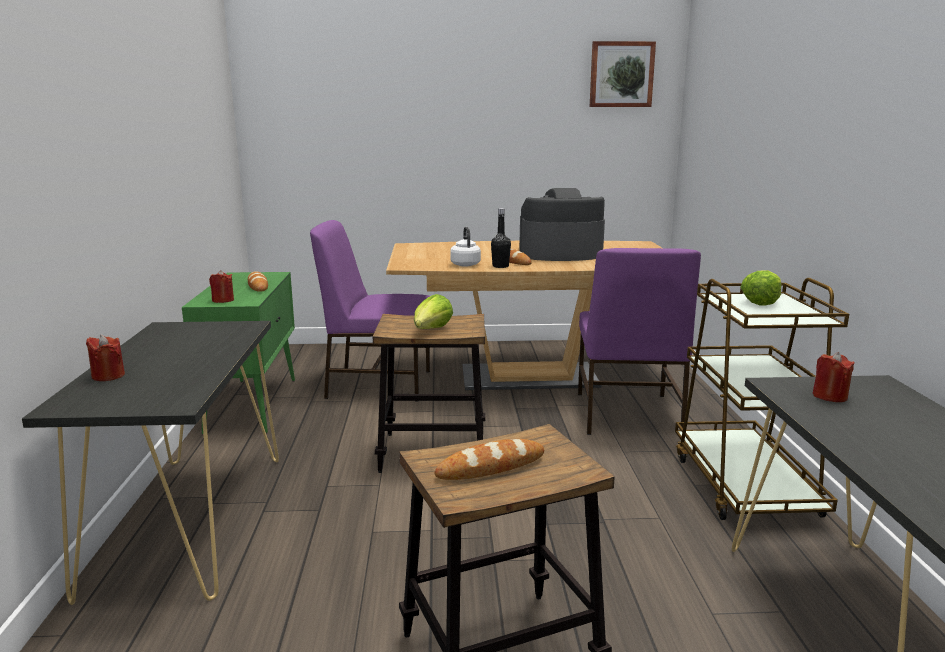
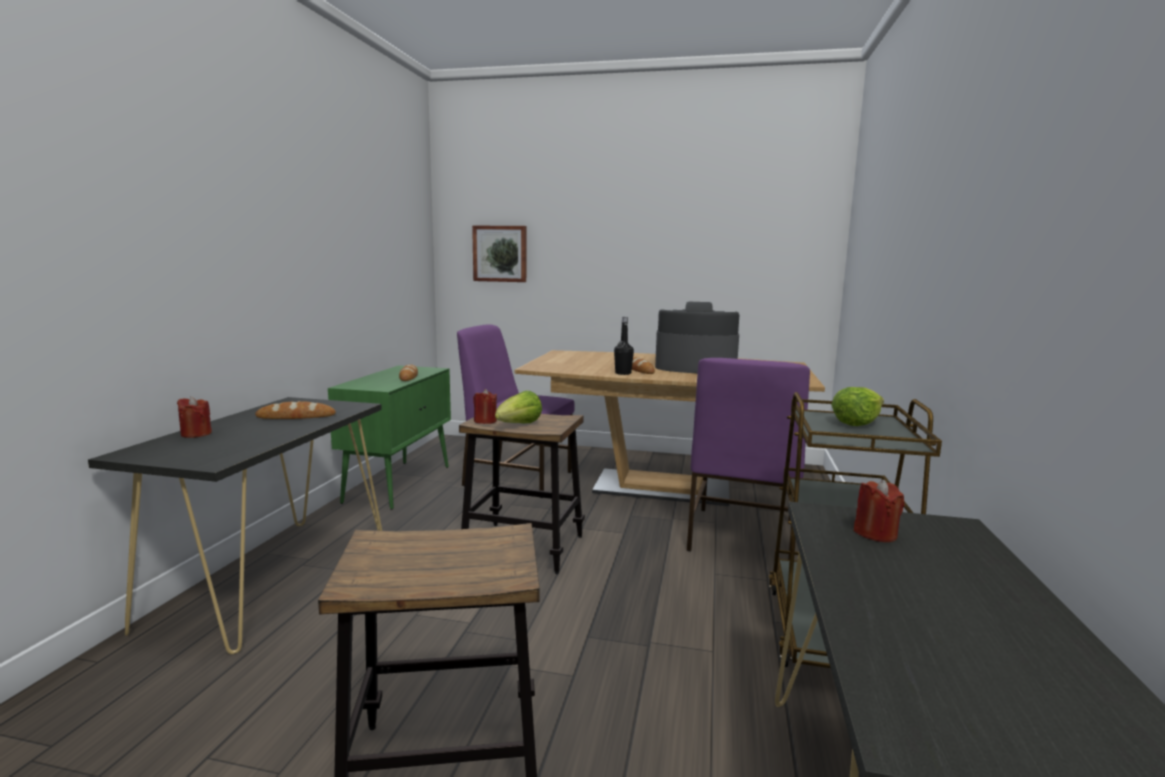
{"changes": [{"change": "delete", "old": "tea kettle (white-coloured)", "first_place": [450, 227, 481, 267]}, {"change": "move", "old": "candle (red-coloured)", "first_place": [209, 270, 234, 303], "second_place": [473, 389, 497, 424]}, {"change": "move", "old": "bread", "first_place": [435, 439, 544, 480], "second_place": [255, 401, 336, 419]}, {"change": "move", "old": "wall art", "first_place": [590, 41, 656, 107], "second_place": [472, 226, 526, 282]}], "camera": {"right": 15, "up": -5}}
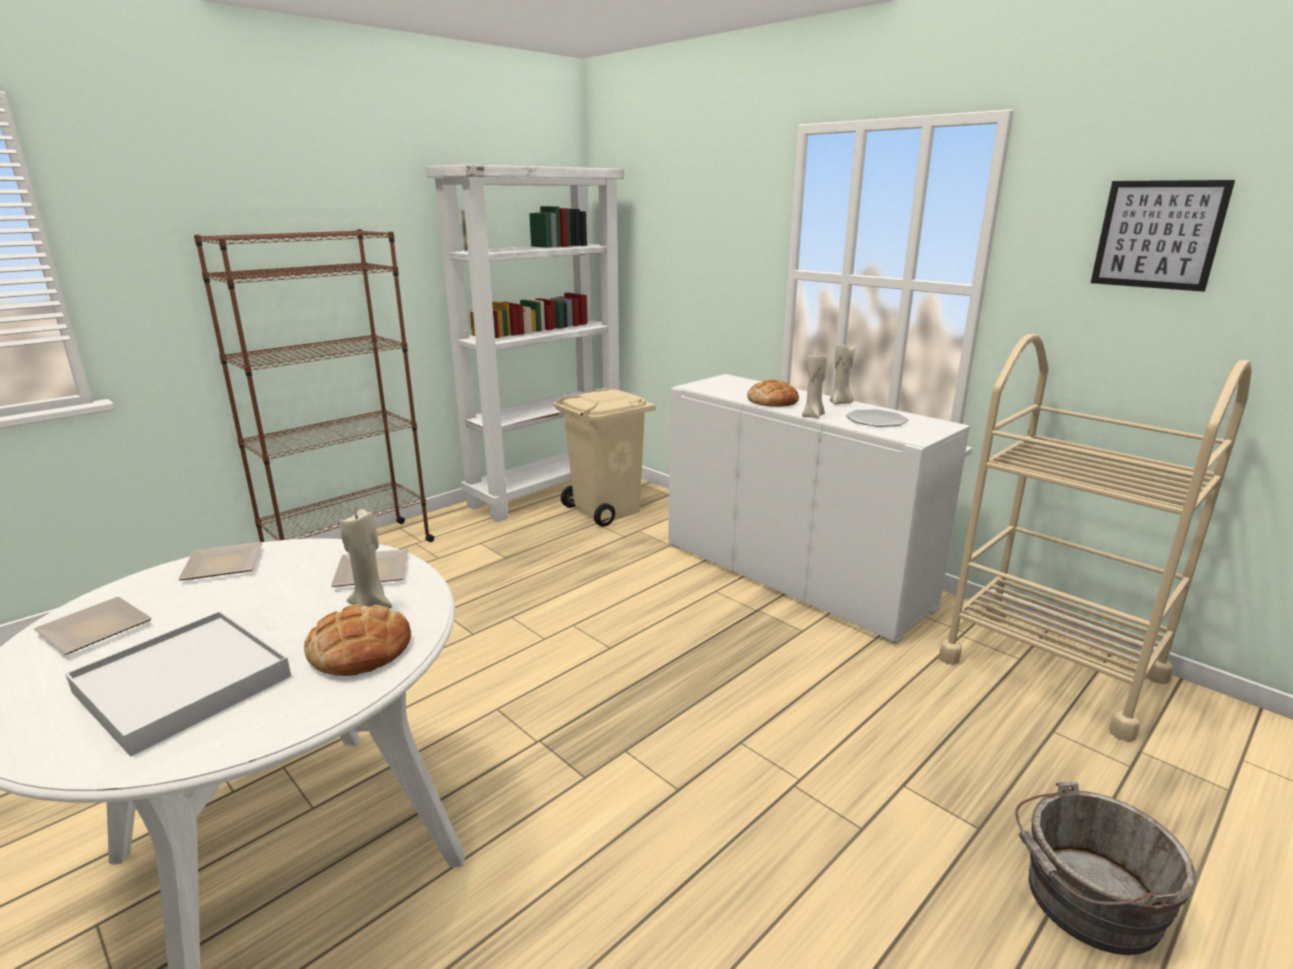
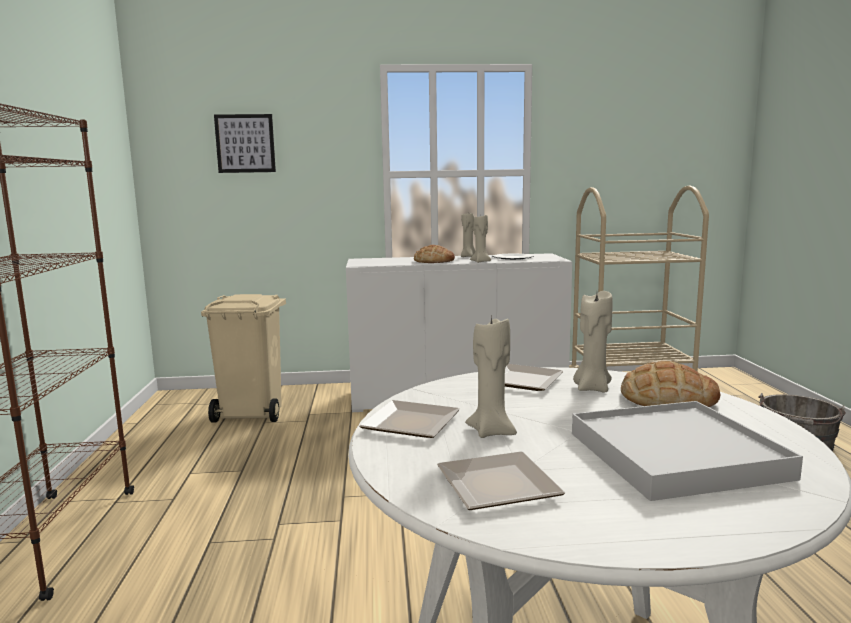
{"changes": [{"change": "delete", "old": "shelving unit (white-coloured)", "first_place": [426, 164, 624, 522]}, {"change": "insert", "new": "candle (beige)", "second_place": [465, 314, 517, 438]}, {"change": "move", "old": "wall art", "first_place": [1091, 180, 1235, 292], "second_place": [214, 114, 276, 173]}], "camera": {"right": -50, "up": -10}}
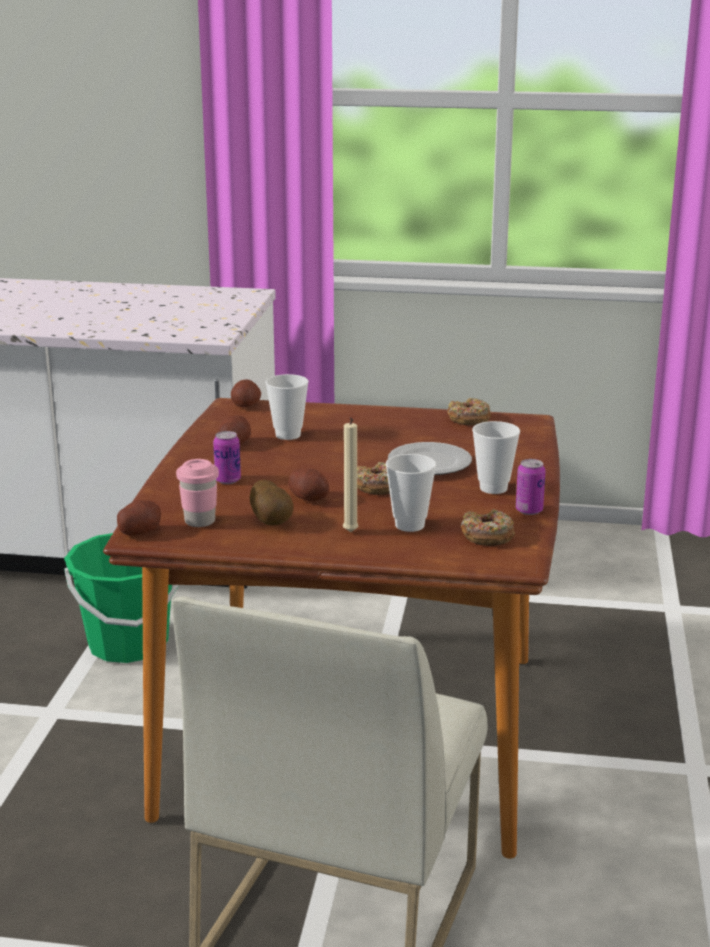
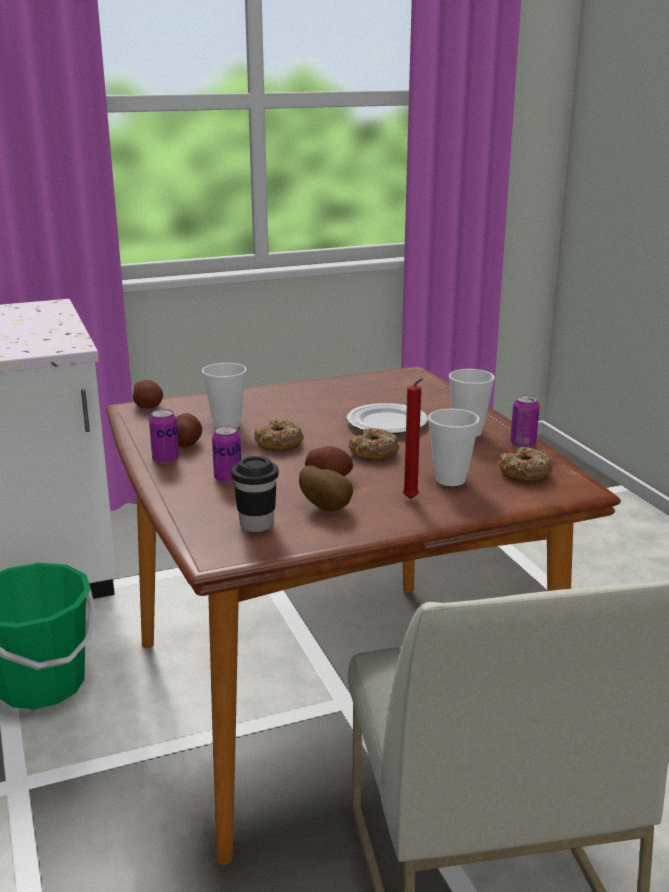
{"changes": [{"change": "delete", "old": "spud", "first_place": [117, 500, 161, 536]}, {"change": "insert", "new": "can", "second_place": [149, 409, 179, 464]}, {"change": "move", "old": "ring doughnut", "first_place": [447, 398, 491, 425], "second_place": [254, 419, 304, 451]}, {"change": "recolor", "old": "small cup (pink-coloured)", "new": "small cup (black-coloured)", "first_place": [176, 459, 219, 527], "second_place": [231, 456, 279, 532]}, {"change": "recolor", "old": "candle (beige)", "new": "candle (red-coloured)", "first_place": [343, 417, 358, 532], "second_place": [403, 378, 423, 499]}], "camera": {"right": -30, "up": 0}}
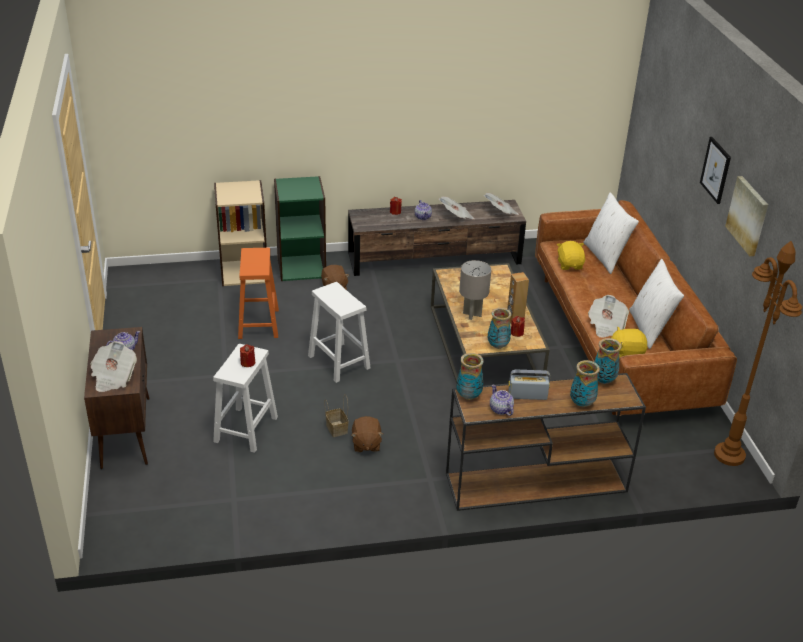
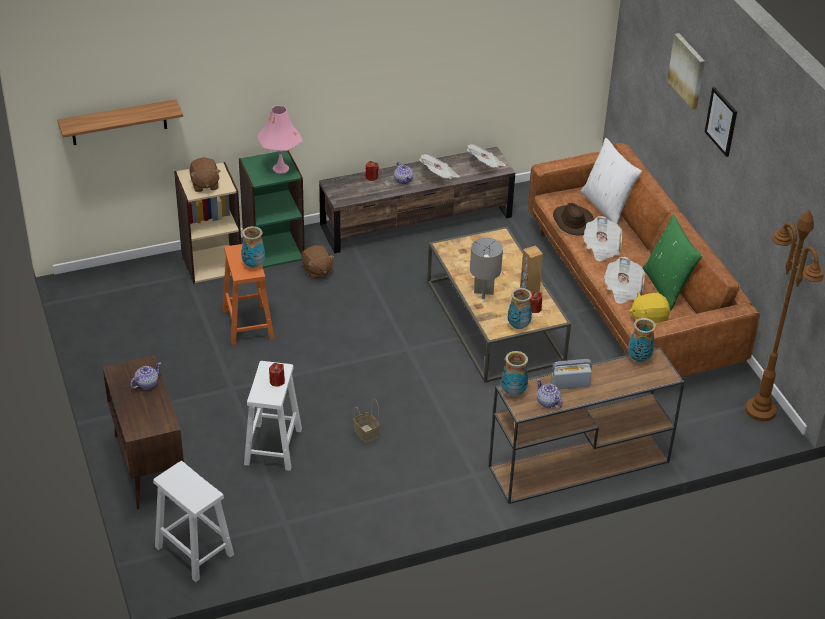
{"changes": [{"change": "insert", "new": "wall shelf", "second_place": [57, 99, 183, 145]}, {"change": "insert", "new": "tabletop lamp (pink-coloured)", "second_place": [257, 106, 302, 174]}, {"change": "move", "old": "daily paper", "first_place": [90, 341, 137, 392], "second_place": [583, 216, 623, 261]}, {"change": "move", "old": "stool (white-coloured)", "first_place": [308, 282, 371, 383], "second_place": [153, 461, 234, 582]}, {"change": "move", "old": "soft toy (brown)", "first_place": [351, 416, 383, 452], "second_place": [190, 158, 221, 192]}, {"change": "move", "old": "decorative vase", "first_place": [570, 360, 600, 407], "second_place": [241, 226, 265, 268]}, {"change": "move", "old": "wall art", "first_place": [725, 176, 768, 256], "second_place": [667, 33, 705, 109]}, {"change": "replace", "old": "soft toy (yellowish)", "new": "clothing hat (brown)", "first_place": [557, 241, 585, 270], "second_place": [553, 203, 594, 235]}, {"change": "recolor", "old": "pillow (white-coloured)", "new": "pillow (greenish)", "first_place": [629, 259, 684, 349], "second_place": [643, 215, 702, 311]}], "camera": {"right": -10, "up": 5}}
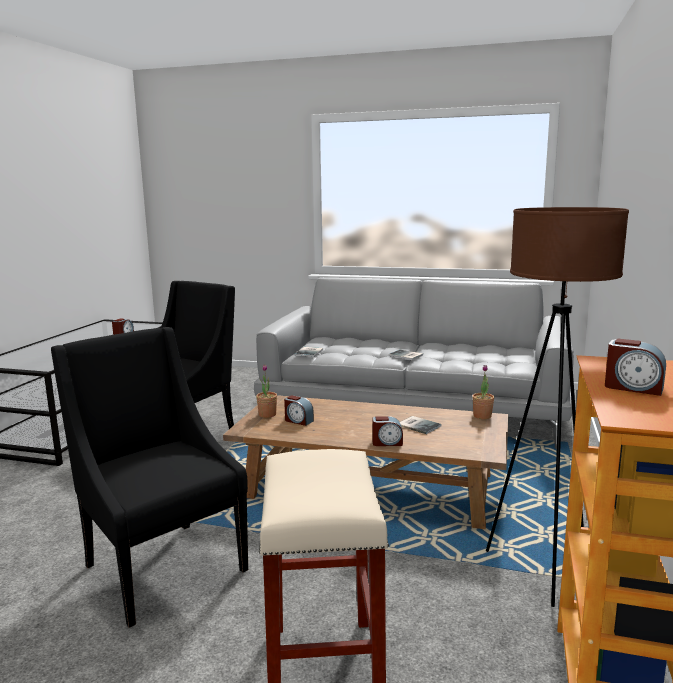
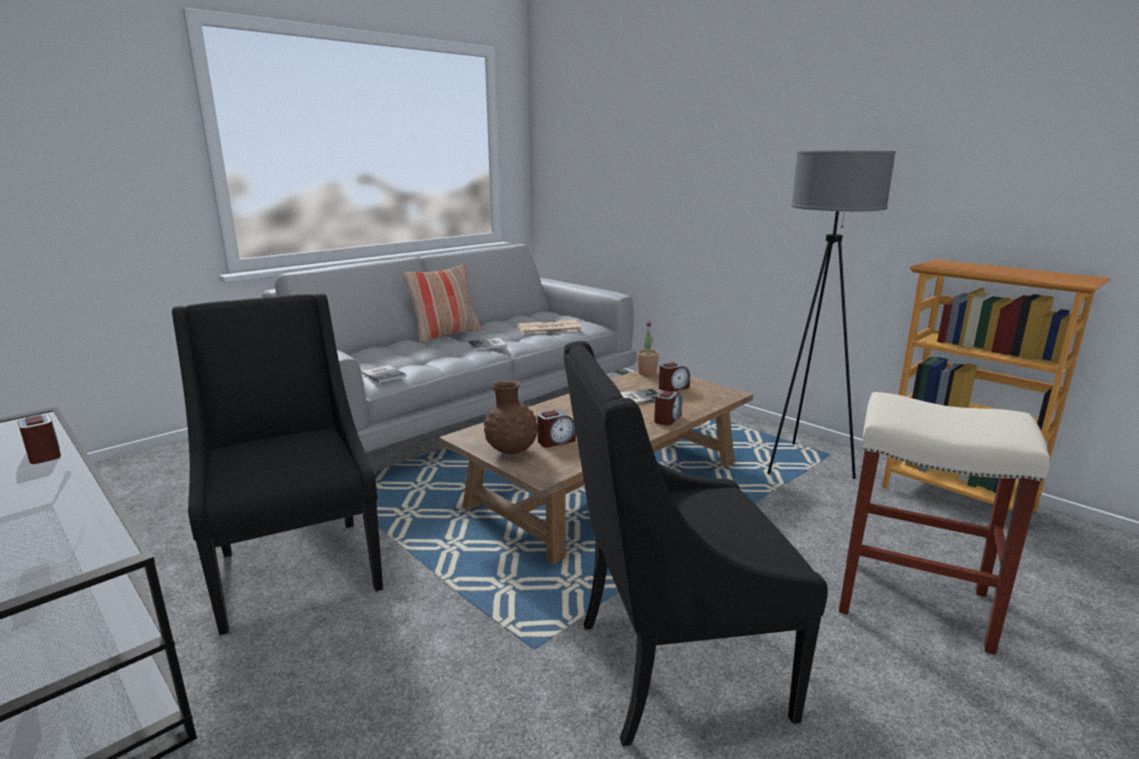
{"changes": [{"change": "insert", "new": "pillow", "second_place": [403, 264, 481, 343]}, {"change": "insert", "new": "daily paper", "second_place": [517, 320, 582, 334]}, {"change": "move", "old": "table clock", "first_place": [605, 338, 666, 396], "second_place": [659, 362, 690, 392]}, {"change": "replace", "old": "plant in a pot", "new": "decorative vase (brown)", "first_place": [256, 364, 277, 418], "second_place": [484, 380, 538, 454]}, {"change": "recolor", "old": "floor lamp (brown)", "new": "floor lamp (gray)", "first_place": [486, 207, 629, 607], "second_place": [767, 151, 896, 479]}], "camera": {"right": -60, "up": 5}}
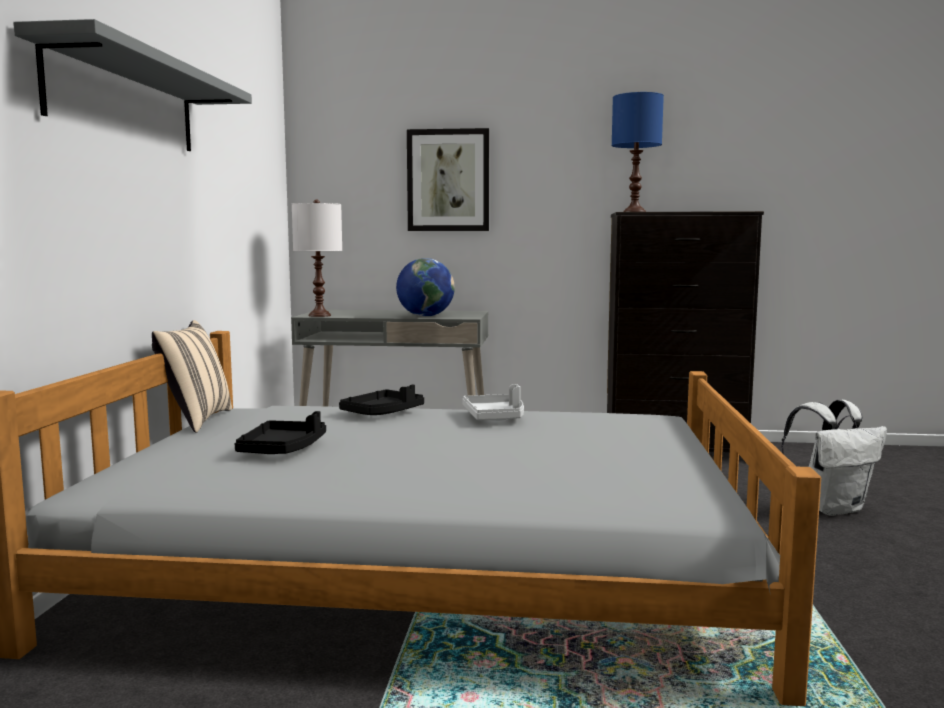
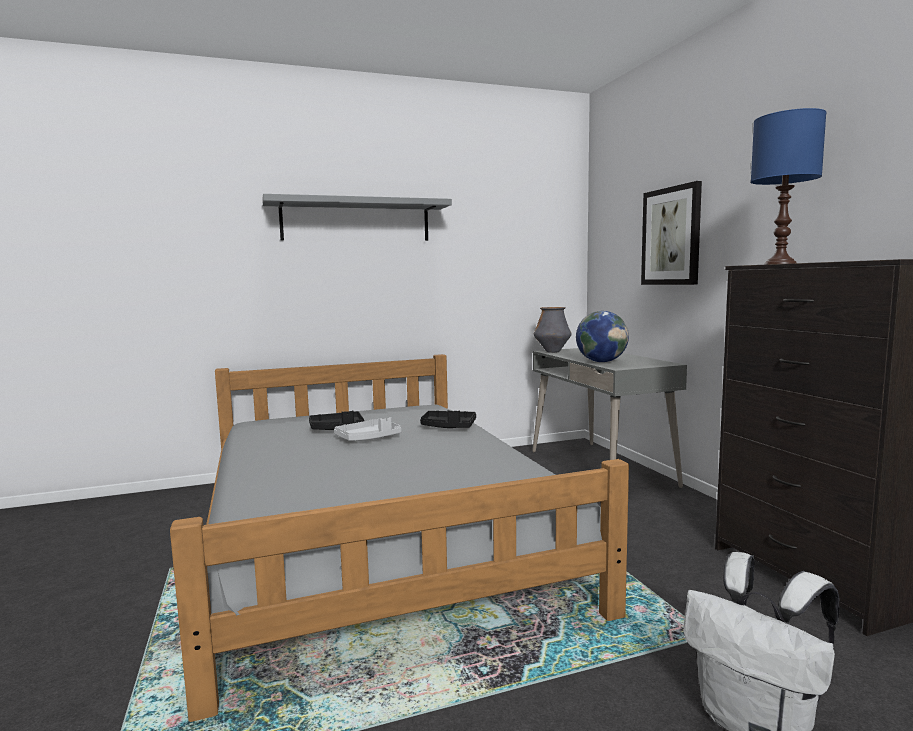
{"changes": [{"change": "delete", "old": "pillow (beige)", "first_place": [152, 320, 232, 433]}, {"change": "move", "old": "tray (gray)", "first_place": [462, 384, 524, 421], "second_place": [334, 417, 402, 441]}, {"change": "replace", "old": "tabletop lamp (white-coloured)", "new": "decorative vase", "first_place": [292, 200, 342, 317], "second_place": [534, 307, 572, 353]}], "camera": {"right": 65, "up": 0}}
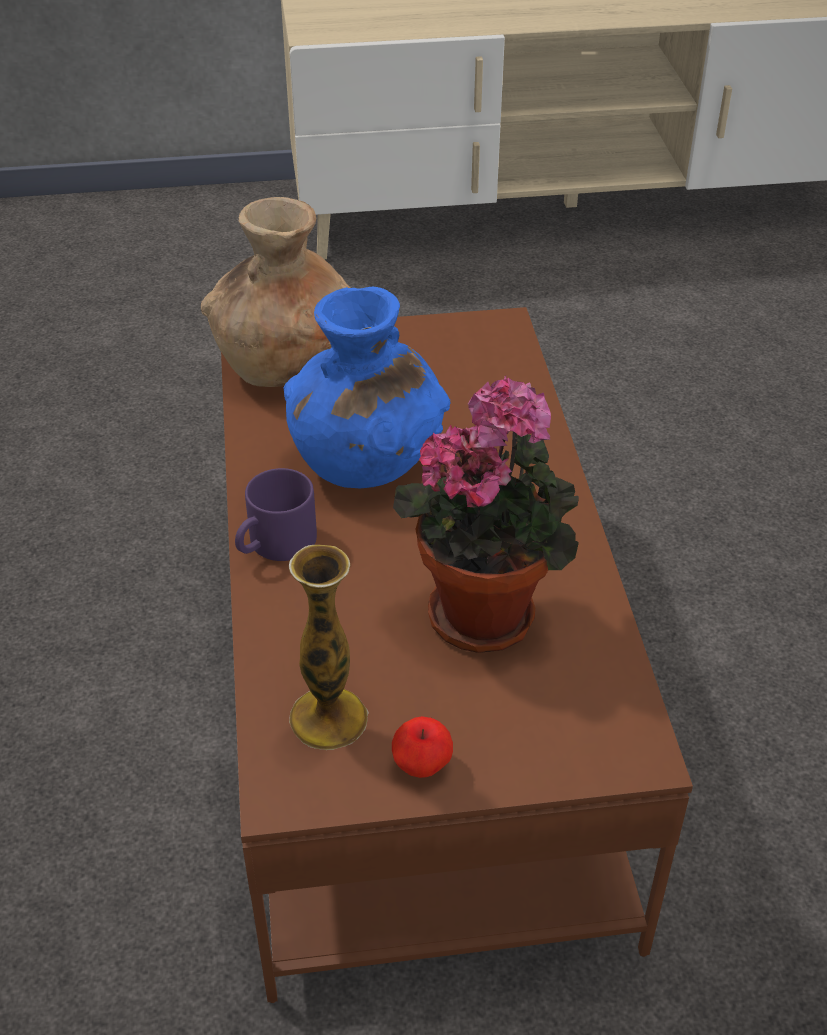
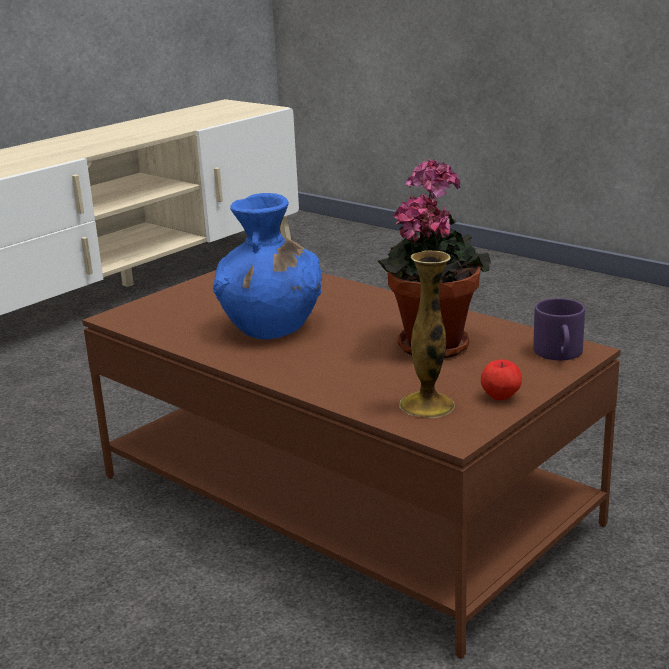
{"changes": [{"change": "delete", "old": "decorative vase (brown)", "first_place": [201, 197, 350, 387]}, {"change": "move", "old": "tea mug (purplish)", "first_place": [235, 468, 317, 561], "second_place": [533, 298, 585, 360]}], "camera": {"right": -40, "up": -20}}
